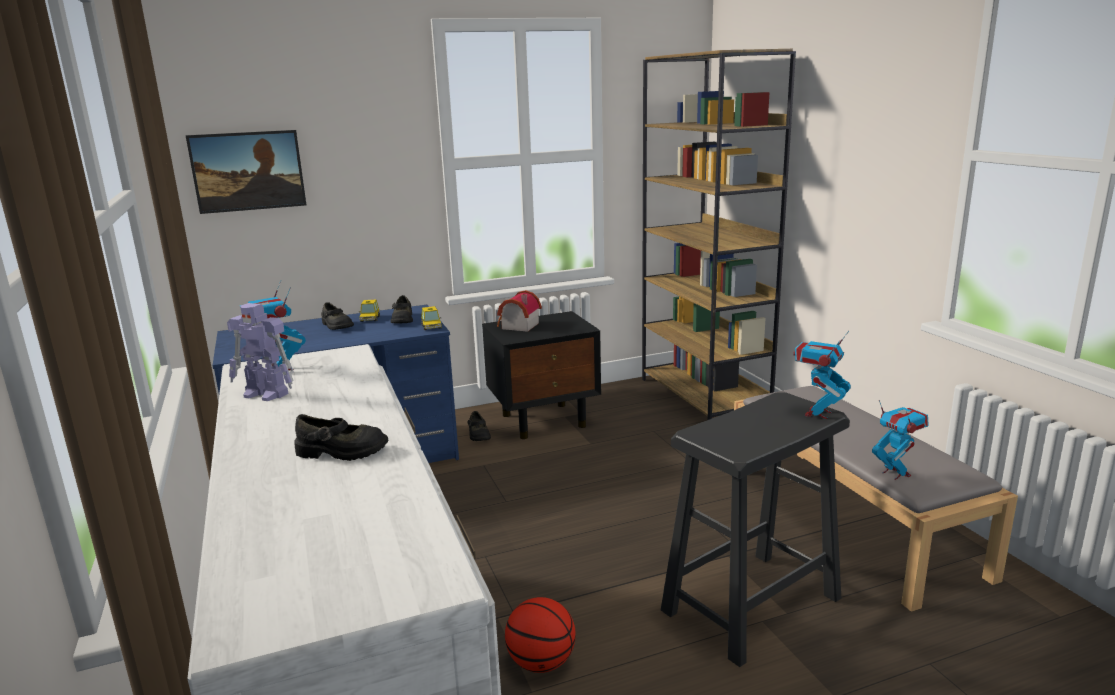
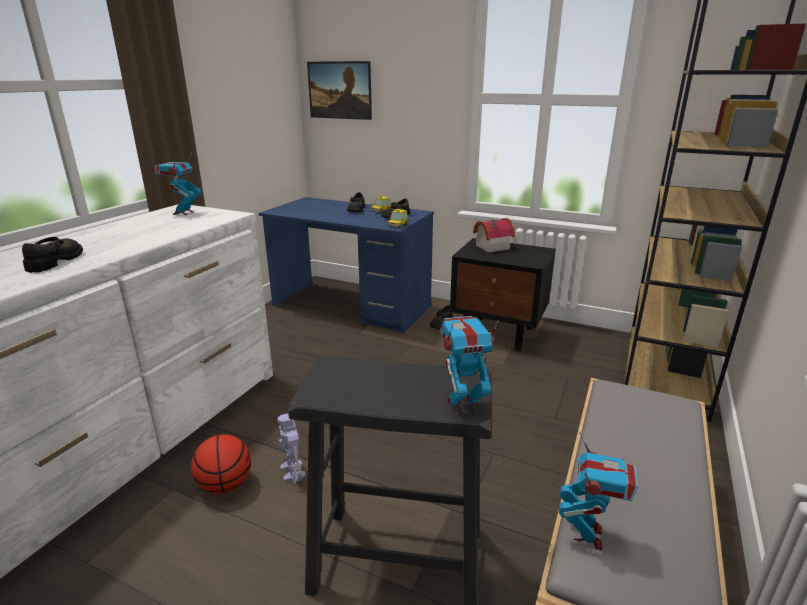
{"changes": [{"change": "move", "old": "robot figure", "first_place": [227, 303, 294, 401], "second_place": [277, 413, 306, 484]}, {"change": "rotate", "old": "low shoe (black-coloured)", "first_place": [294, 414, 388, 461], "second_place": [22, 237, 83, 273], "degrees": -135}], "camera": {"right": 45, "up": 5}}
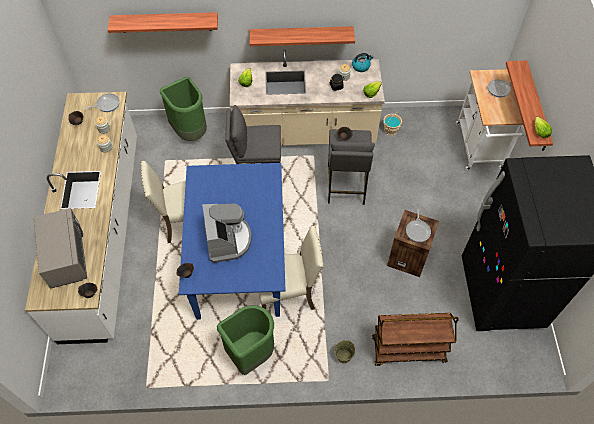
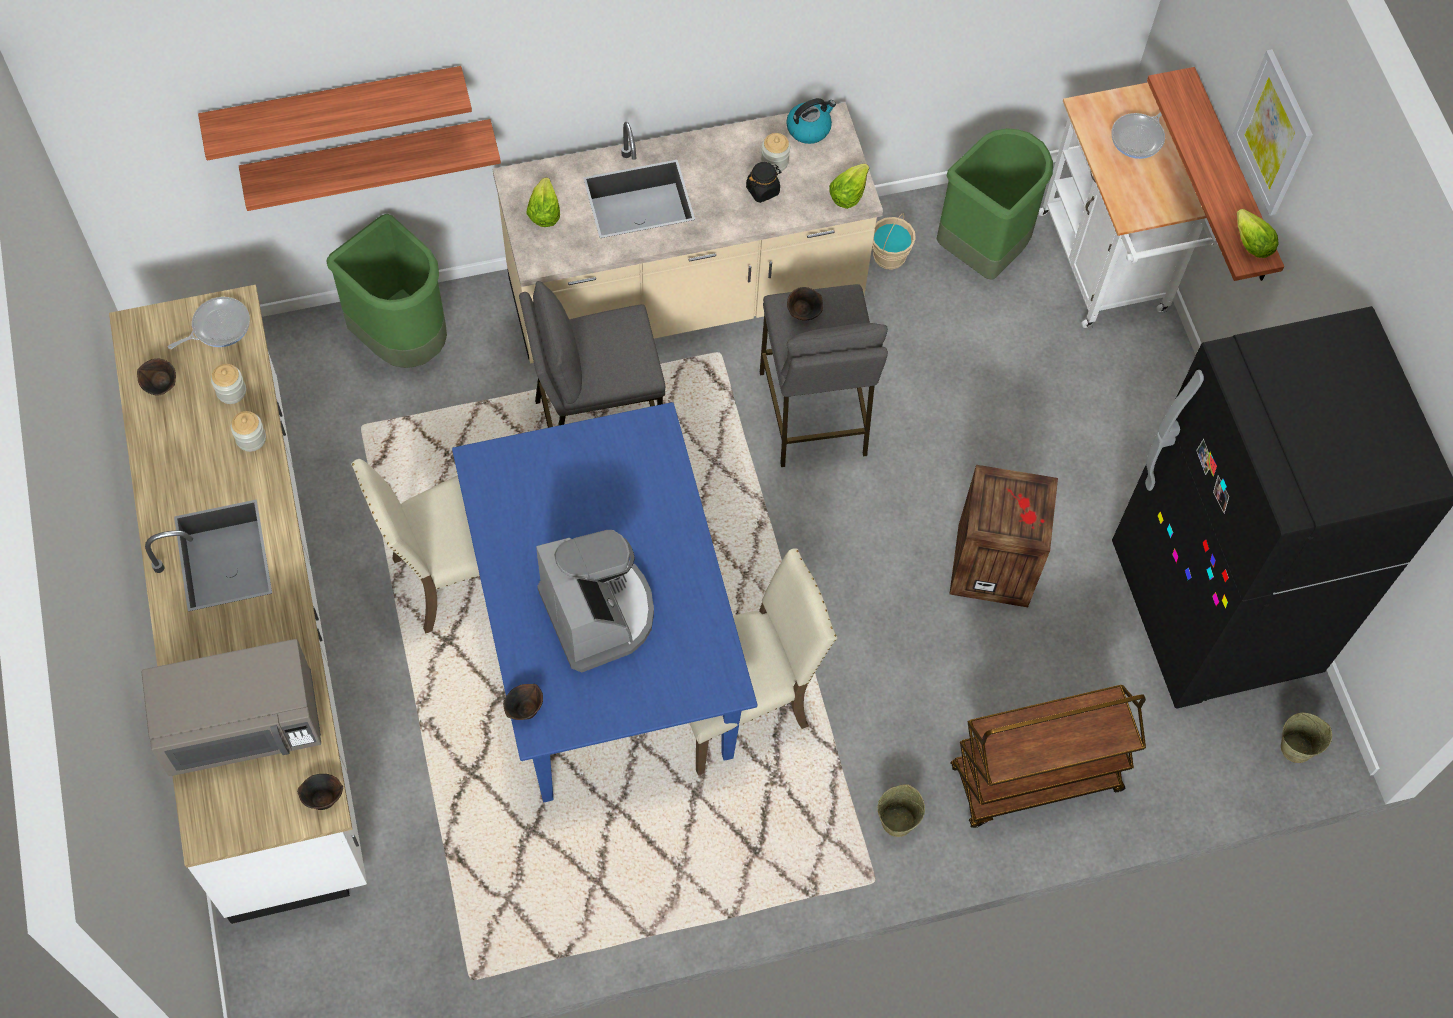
{"changes": [{"change": "delete", "old": "frying pan", "first_place": [406, 209, 431, 242]}, {"change": "insert", "new": "wall art", "second_place": [1233, 49, 1313, 215]}, {"change": "insert", "new": "water bucket (beige)", "second_place": [1281, 713, 1332, 763]}, {"change": "move", "old": "waste bin (greenish)", "first_place": [217, 305, 274, 375], "second_place": [937, 128, 1053, 280]}, {"change": "move", "old": "wall shelf", "first_place": [250, 26, 355, 46], "second_place": [239, 119, 501, 211]}, {"change": "rotate", "old": "microwave (gray)", "first_place": [34, 208, 87, 289], "second_place": [142, 639, 321, 776], "degrees": 105}], "camera": {"right": -15, "up": 5}}
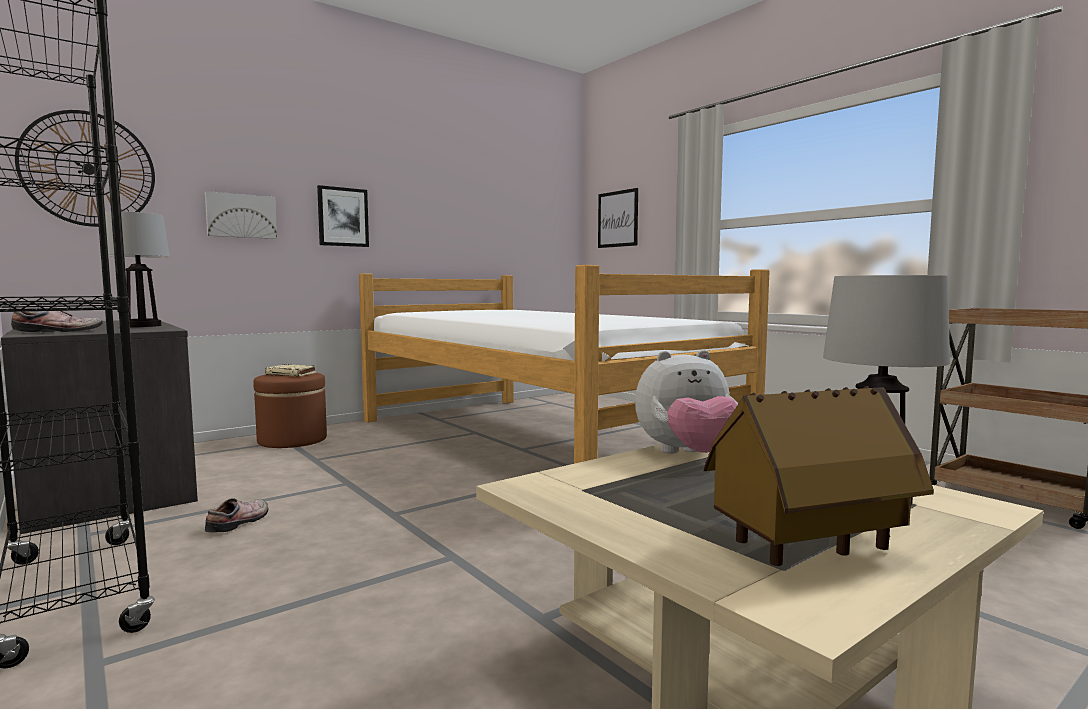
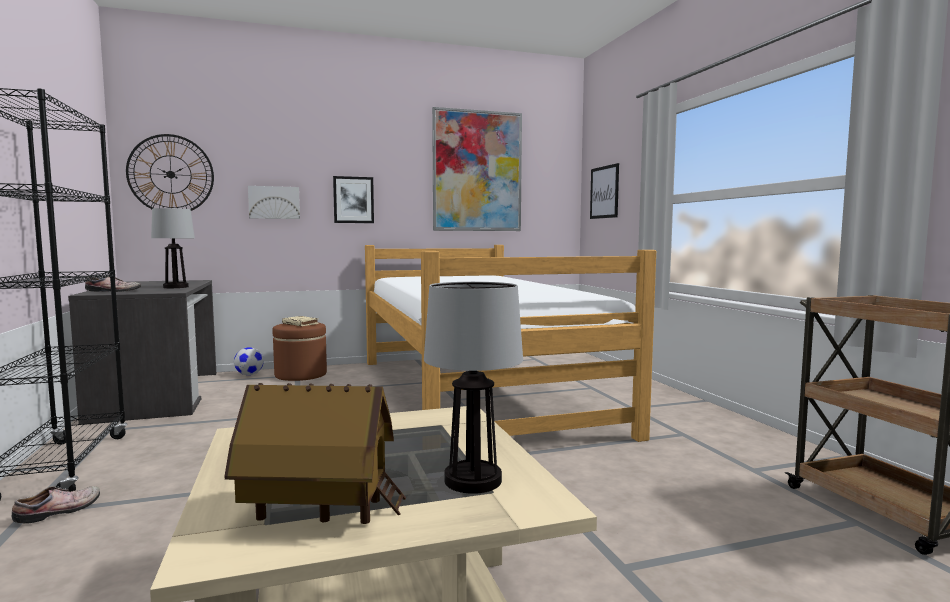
{"changes": [{"change": "delete", "old": "soft toy", "first_place": [635, 350, 738, 453]}, {"change": "insert", "new": "football", "second_place": [234, 347, 264, 375]}, {"change": "insert", "new": "wall art", "second_place": [432, 107, 522, 231]}, {"change": "move", "old": "low shoe", "first_place": [205, 498, 268, 532], "second_place": [12, 486, 100, 524]}], "camera": {"right": 20, "up": 0}}
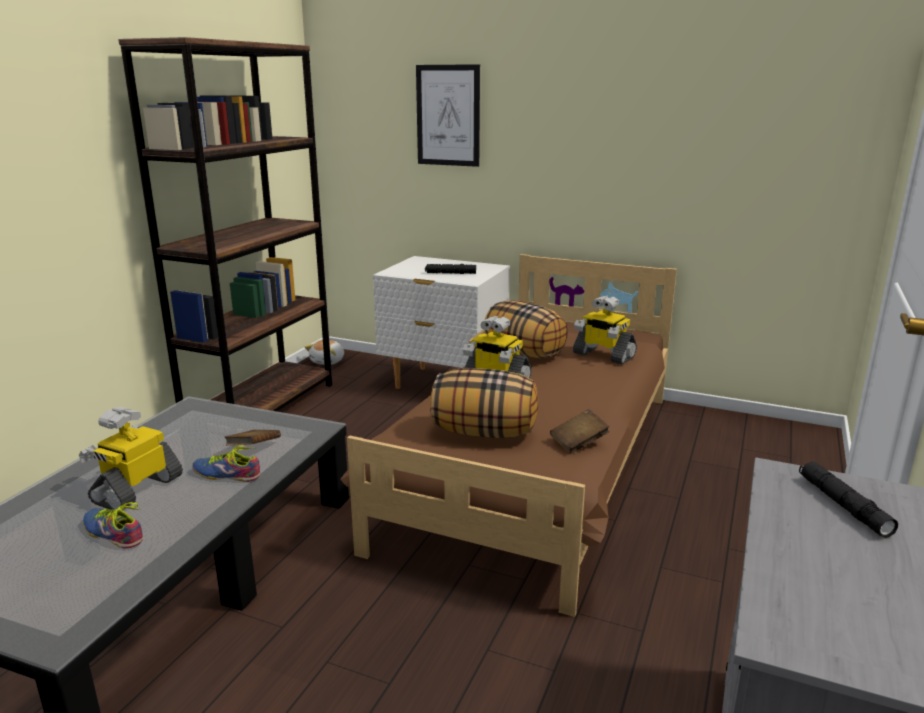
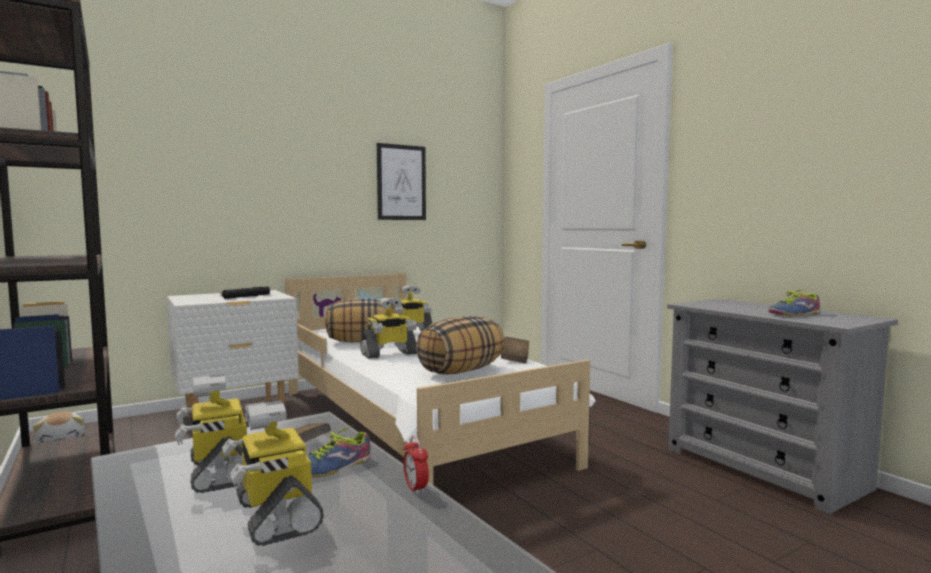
{"changes": [{"change": "delete", "old": "hand torch (black-coloured)", "first_place": [799, 461, 898, 538]}, {"change": "insert", "new": "robot figure", "second_place": [175, 374, 247, 493]}, {"change": "insert", "new": "table clock", "second_place": [403, 436, 429, 494]}, {"change": "move", "old": "low shoe", "first_place": [83, 502, 143, 549], "second_place": [768, 290, 820, 316]}, {"change": "move", "old": "wall art", "first_place": [416, 64, 480, 167], "second_place": [377, 143, 426, 220]}, {"change": "recolor", "old": "bedroom bed (brown)", "new": "bedroom bed (white-coloured)", "first_place": [340, 254, 677, 617], "second_place": [285, 273, 596, 485]}], "camera": {"right": -55, "up": -15}}
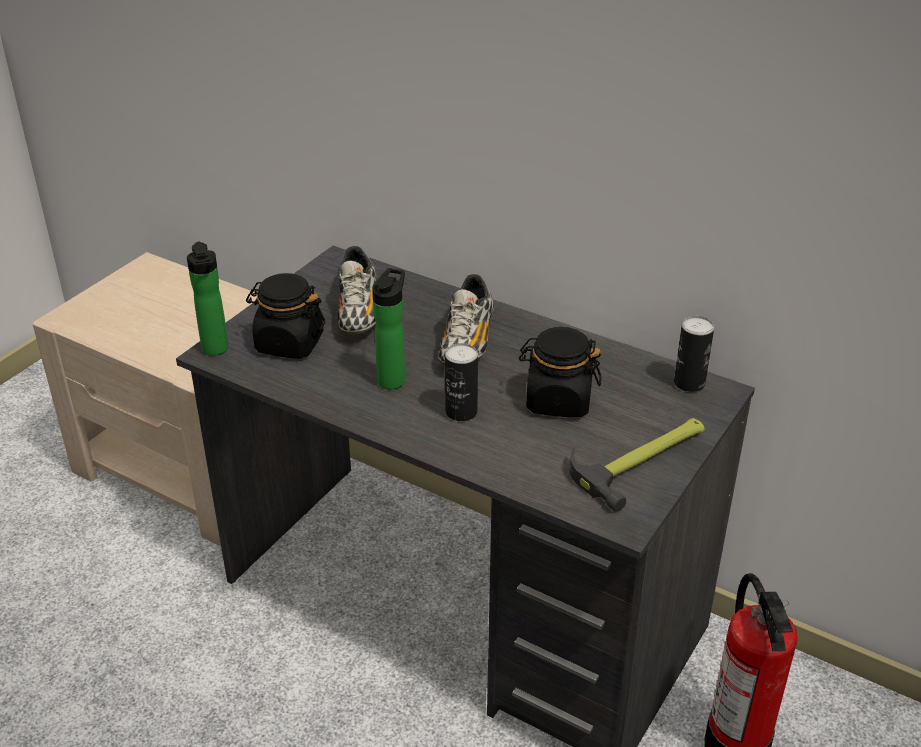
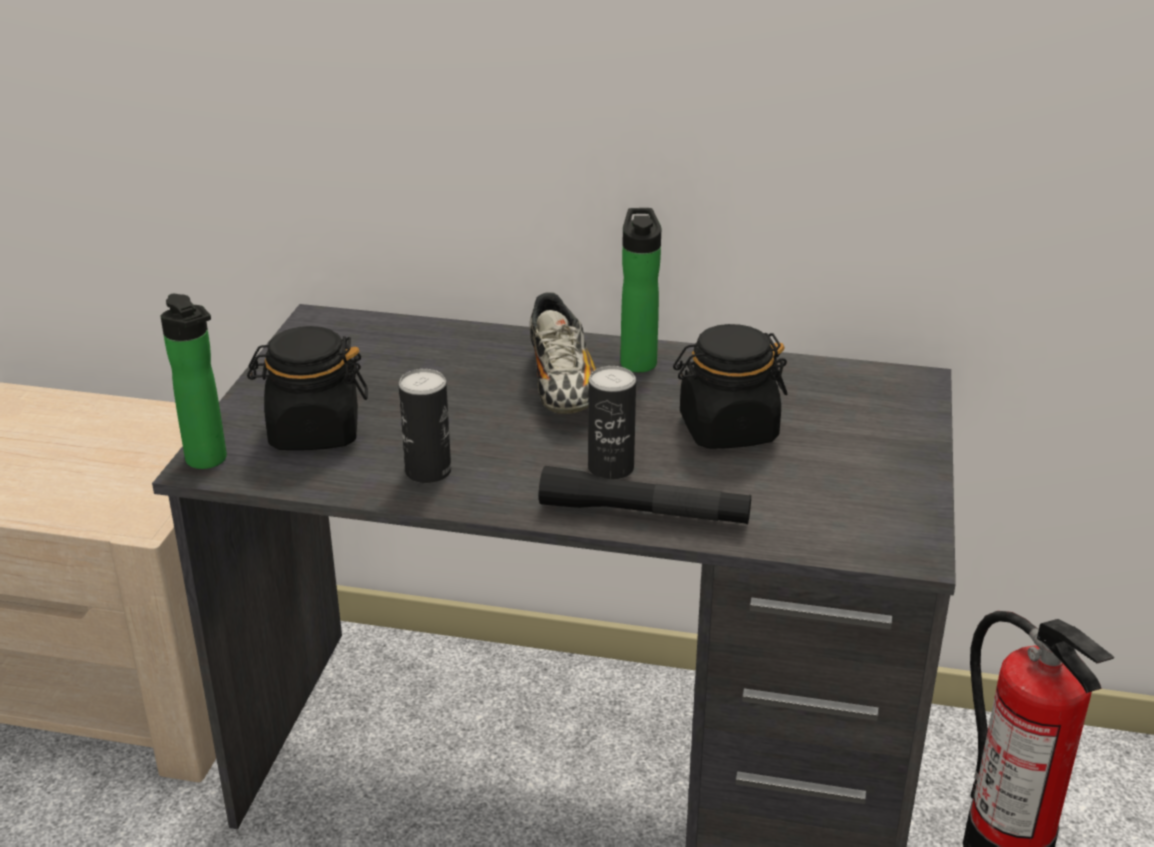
{"changes": [{"change": "delete", "old": "low shoe", "first_place": [338, 246, 377, 335]}, {"change": "delete", "old": "hammer", "first_place": [570, 418, 705, 512]}, {"change": "insert", "new": "hand torch (black-coloured)", "second_place": [539, 466, 751, 524]}, {"change": "move", "old": "bottle", "first_place": [372, 268, 405, 389], "second_place": [620, 208, 661, 372]}, {"change": "move", "old": "can", "first_place": [674, 316, 714, 392], "second_place": [398, 369, 451, 483]}], "camera": {"right": -20, "up": -5}}
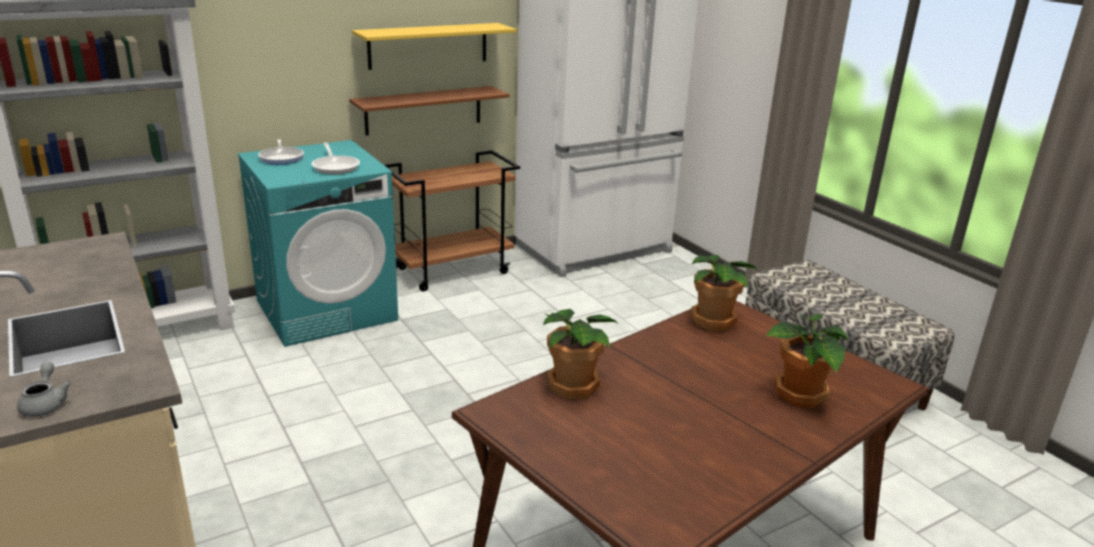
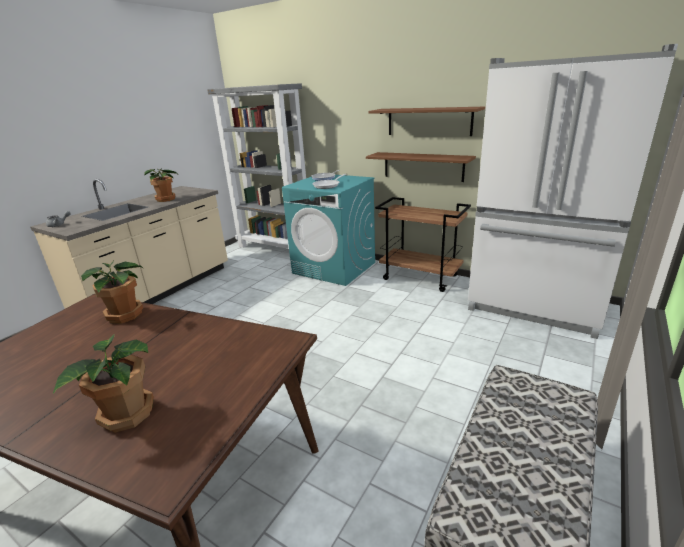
{"changes": [{"change": "move", "old": "plant in a pot", "first_place": [691, 255, 757, 331], "second_place": [144, 168, 177, 202]}, {"change": "recolor", "old": "wall shelf (yellowish)", "new": "wall shelf (brown)", "first_place": [352, 23, 517, 70], "second_place": [368, 107, 485, 136]}], "camera": {"right": 65, "up": 0}}
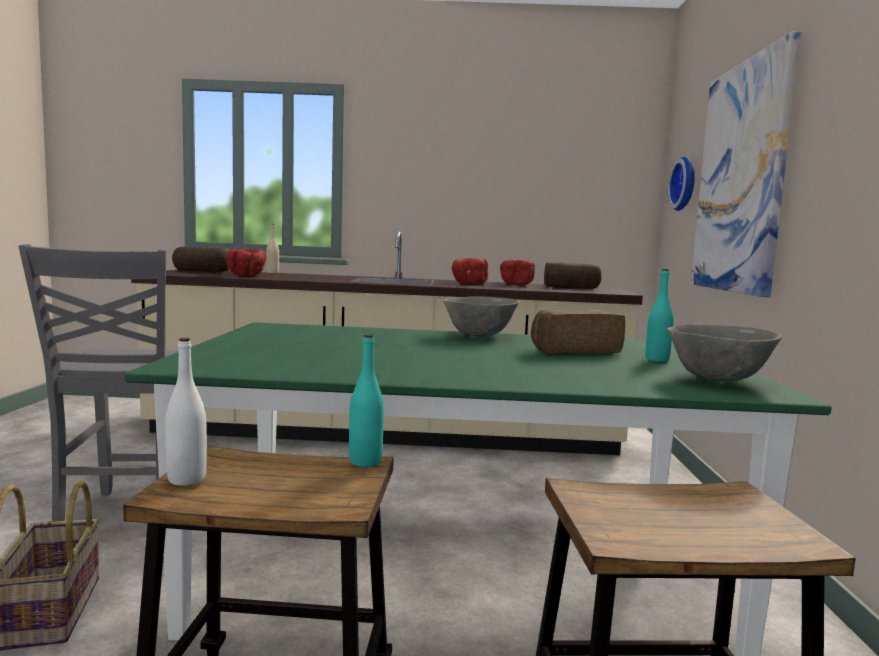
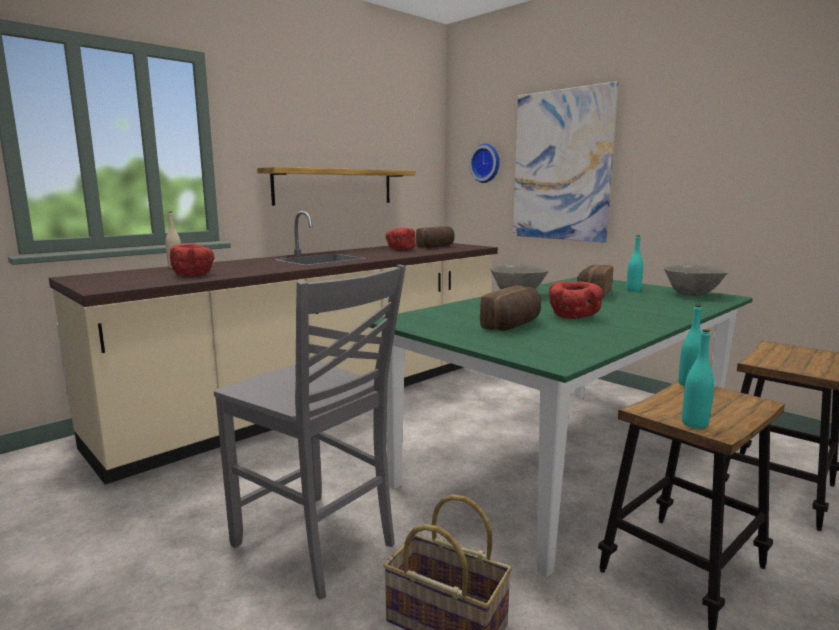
{"changes": [{"change": "insert", "new": "wall shelf", "second_place": [257, 167, 416, 206]}, {"change": "move", "old": "bread", "first_place": [172, 246, 229, 272], "second_place": [480, 285, 541, 331]}, {"change": "move", "old": "serving bowl (red-coloured)", "first_place": [452, 258, 488, 284], "second_place": [549, 281, 603, 319]}, {"change": "recolor", "old": "bottle (white-coloured)", "new": "bottle (turquoise)", "first_place": [165, 338, 207, 486], "second_place": [682, 329, 714, 429]}], "camera": {"right": -45, "up": 5}}
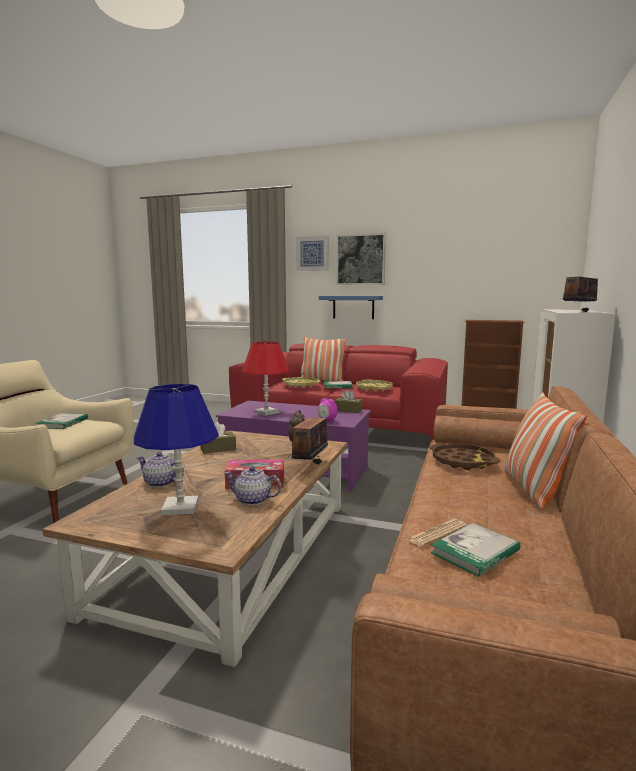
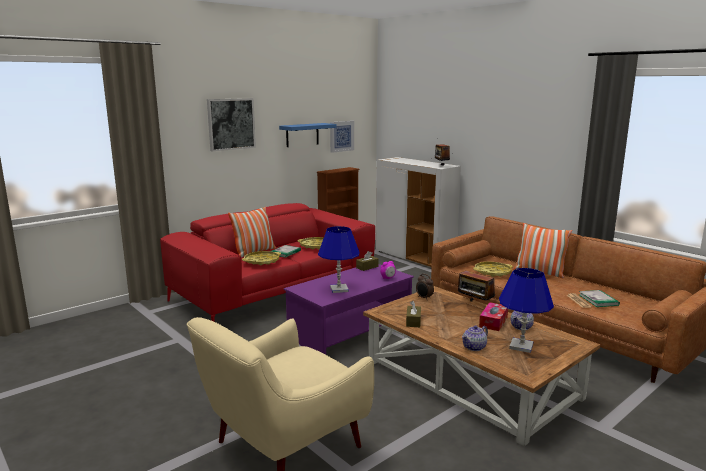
{"changes": [{"change": "delete", "old": "volume", "first_place": [36, 413, 88, 429]}, {"change": "move", "old": "wall art", "first_place": [296, 235, 328, 271], "second_place": [330, 121, 354, 153]}, {"change": "move", "old": "wall shelf (blue)", "first_place": [319, 296, 383, 319], "second_place": [279, 123, 337, 147]}, {"change": "recolor", "old": "tabletop lamp (red-coloured)", "new": "tabletop lamp (blue)", "first_place": [242, 341, 289, 416], "second_place": [318, 226, 360, 293]}, {"change": "recolor", "old": "tray (brown)", "new": "tray (yellowish)", "first_place": [430, 444, 500, 470], "second_place": [473, 262, 513, 277]}], "camera": {"right": -60, "up": 5}}
